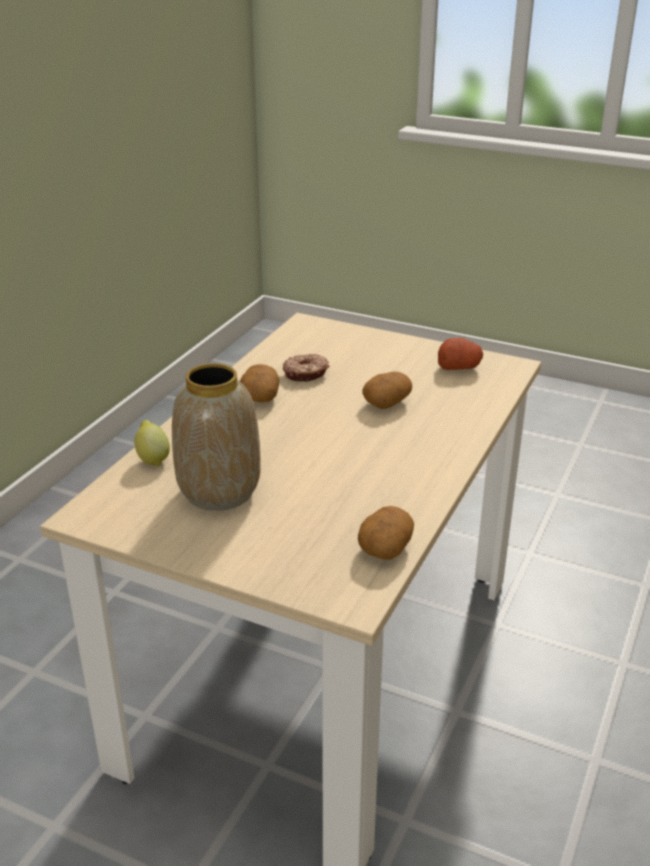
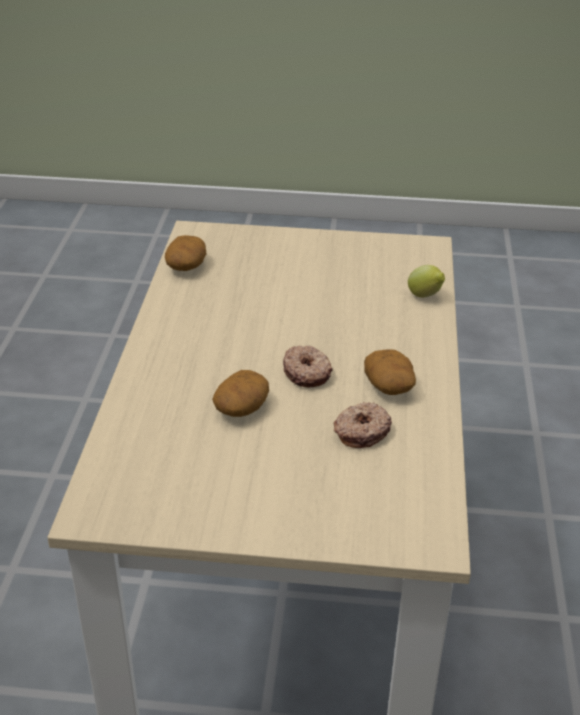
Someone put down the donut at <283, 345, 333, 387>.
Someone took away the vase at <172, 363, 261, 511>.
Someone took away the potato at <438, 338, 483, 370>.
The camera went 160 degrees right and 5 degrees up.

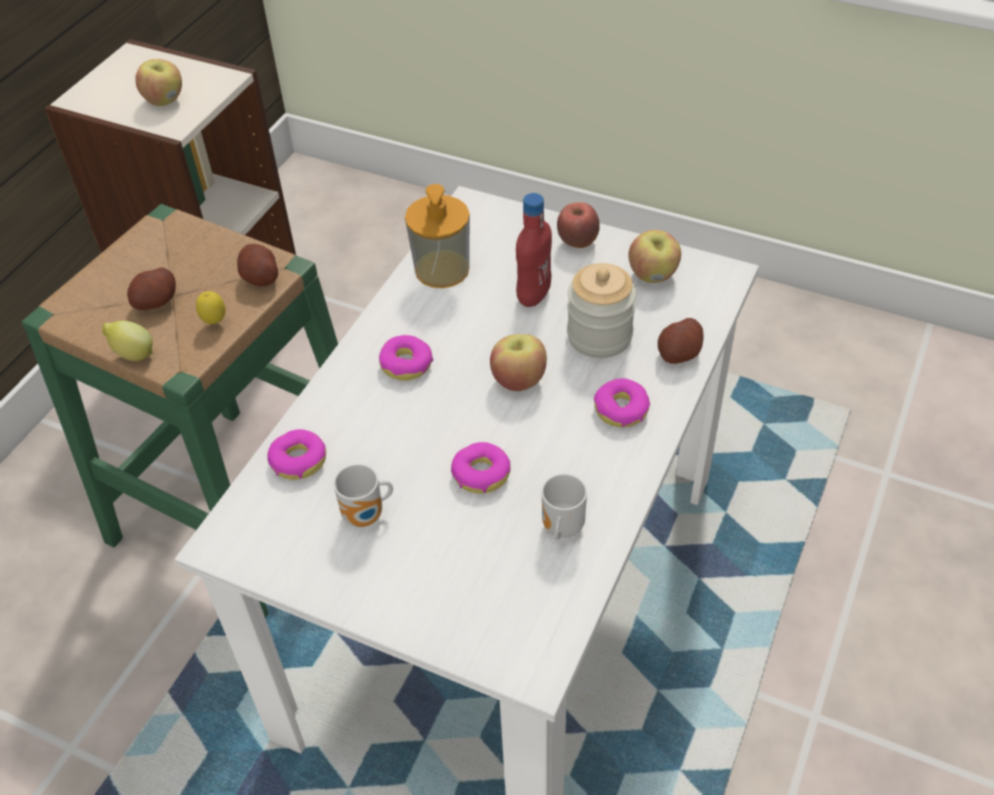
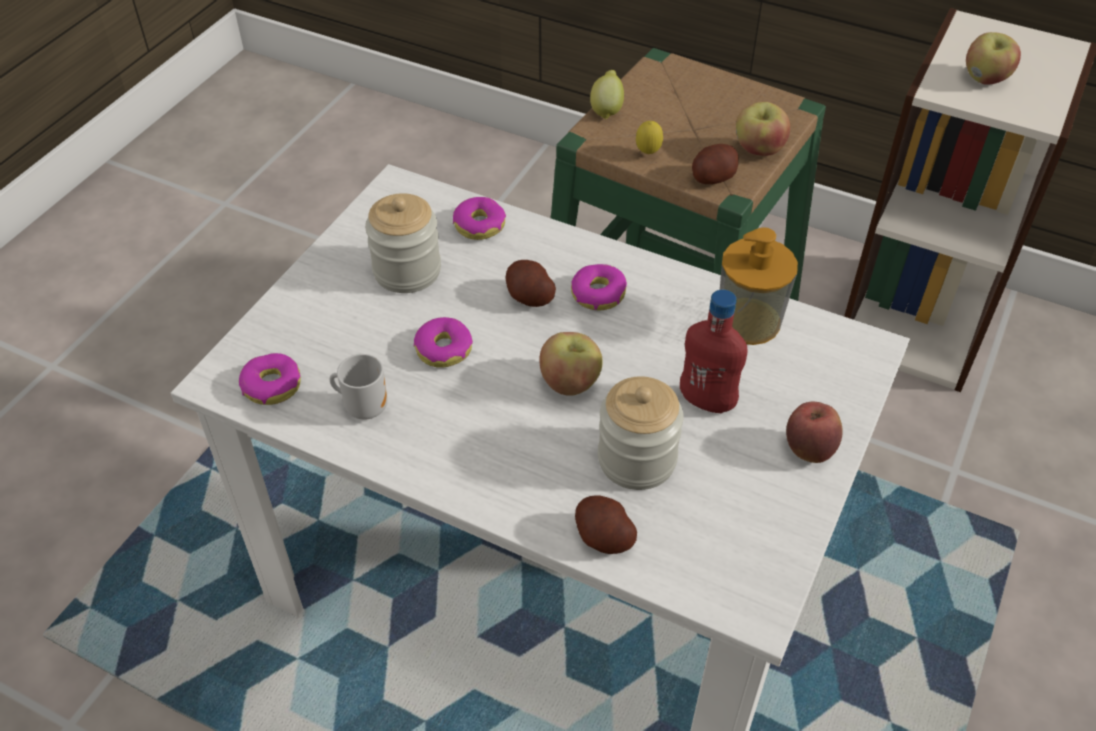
Someone carried the donut from <594, 378, 650, 427> to <239, 353, 301, 405>.
Someone swapped the mug at <334, 464, 393, 527> for the jar at <365, 193, 441, 293>.
Someone carried the potato from <127, 267, 176, 310> to <505, 260, 556, 307>.
Someone carried the apple from <628, 230, 681, 283> to <736, 102, 790, 156>.
The camera went 90 degrees right and 0 degrees up.

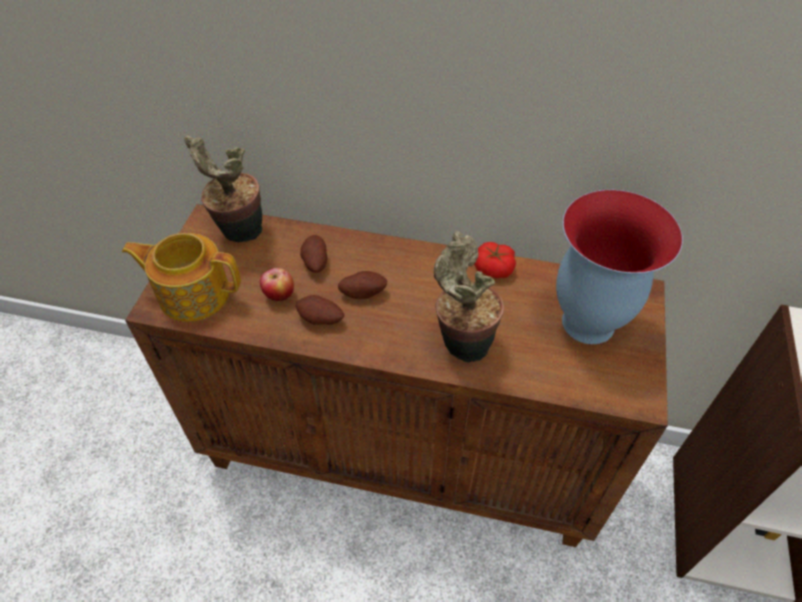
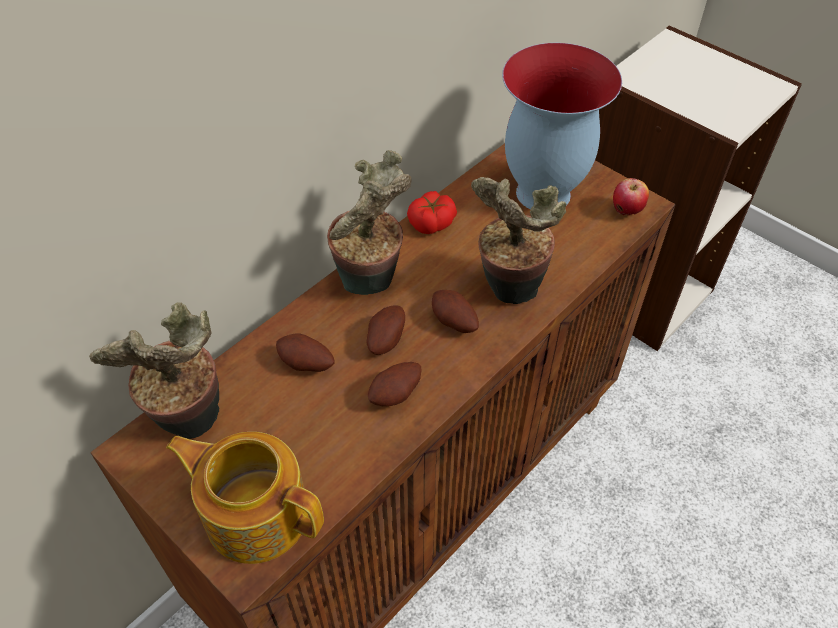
Someone rotated the teapot at <122, 233, 241, 322> by 75 degrees clockwise.
Someone put down the potted plant at <327, 150, 412, 295>.
Someone put down the potato at <432, 290, 479, 333>.
Someone carried the apple from <260, 268, 294, 301> to <613, 178, 649, 215>.
The camera went 60 degrees left and 0 degrees up.

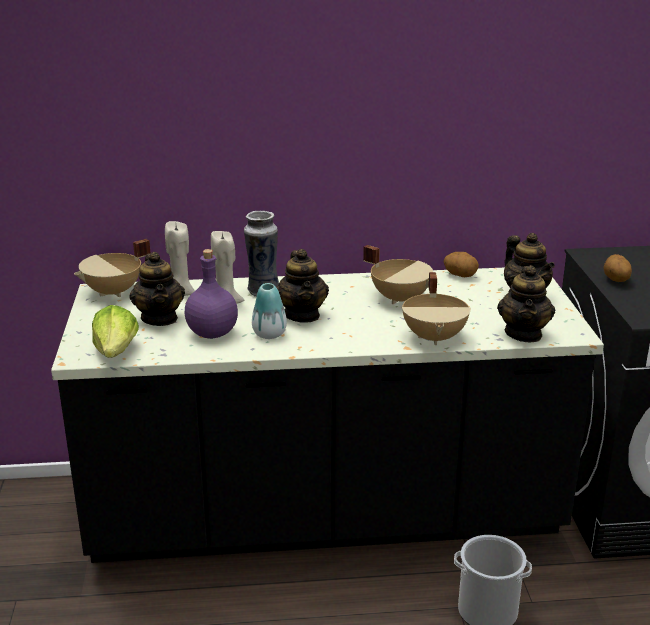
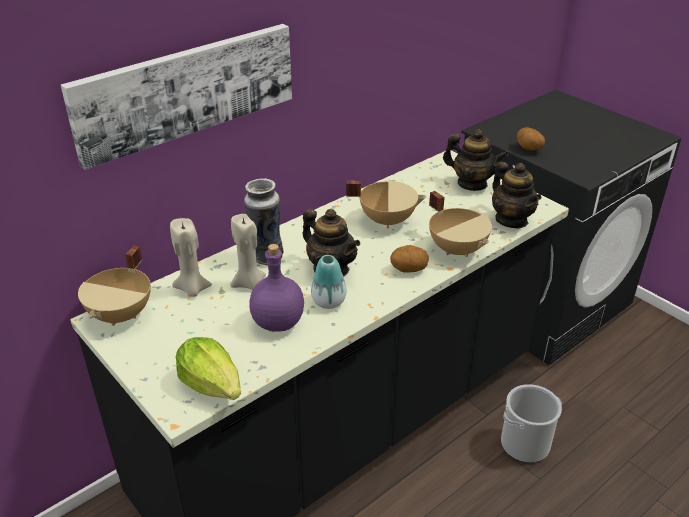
Someone put up the picture at <61, 24, 292, 170>.
Someone carried the potato from <444, 252, 479, 277> to <390, 245, 429, 273>.
Someone took away the teapot at <129, 252, 185, 326>.
The camera went 35 degrees left and 10 degrees up.

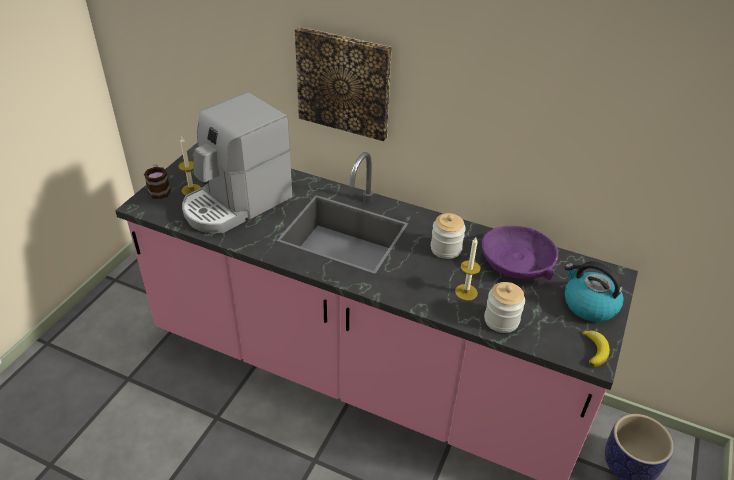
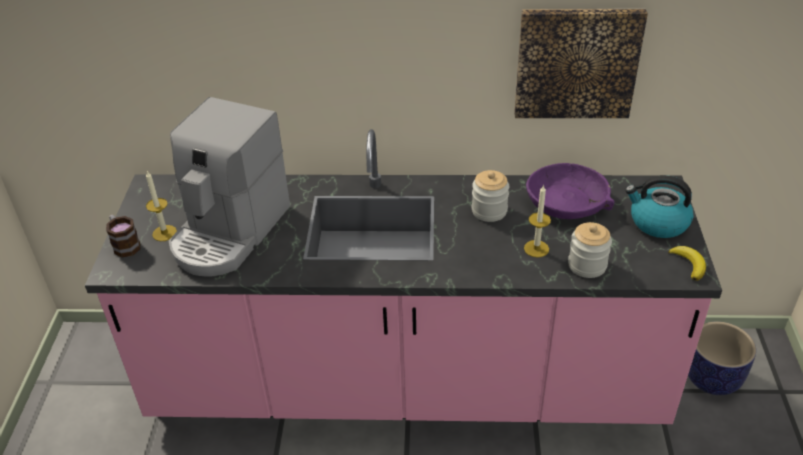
Someone carried the picture from <295, 26, 392, 141> to <514, 9, 648, 118>.
The camera went 20 degrees left and 0 degrees up.

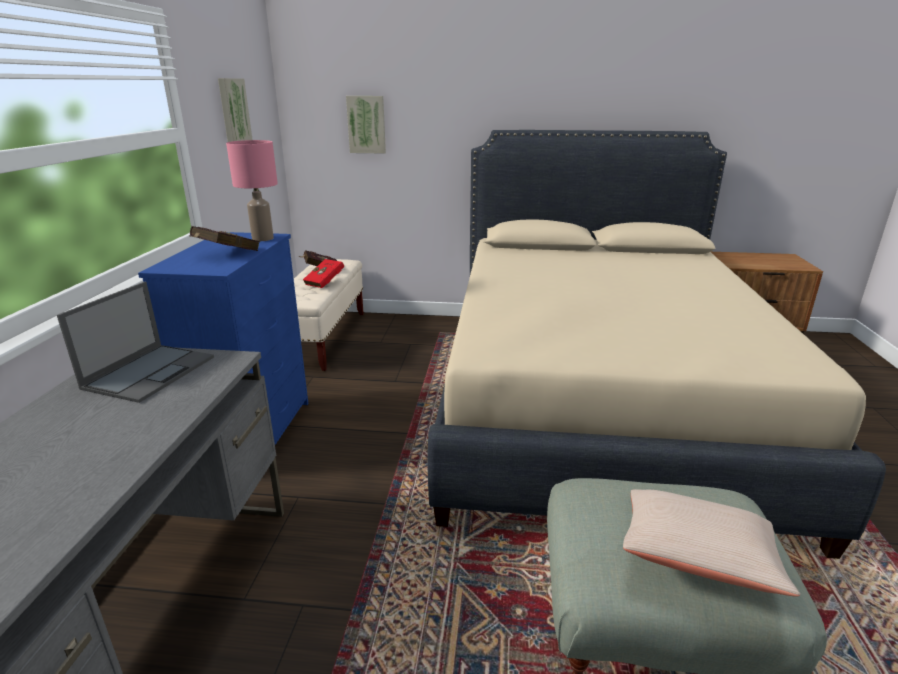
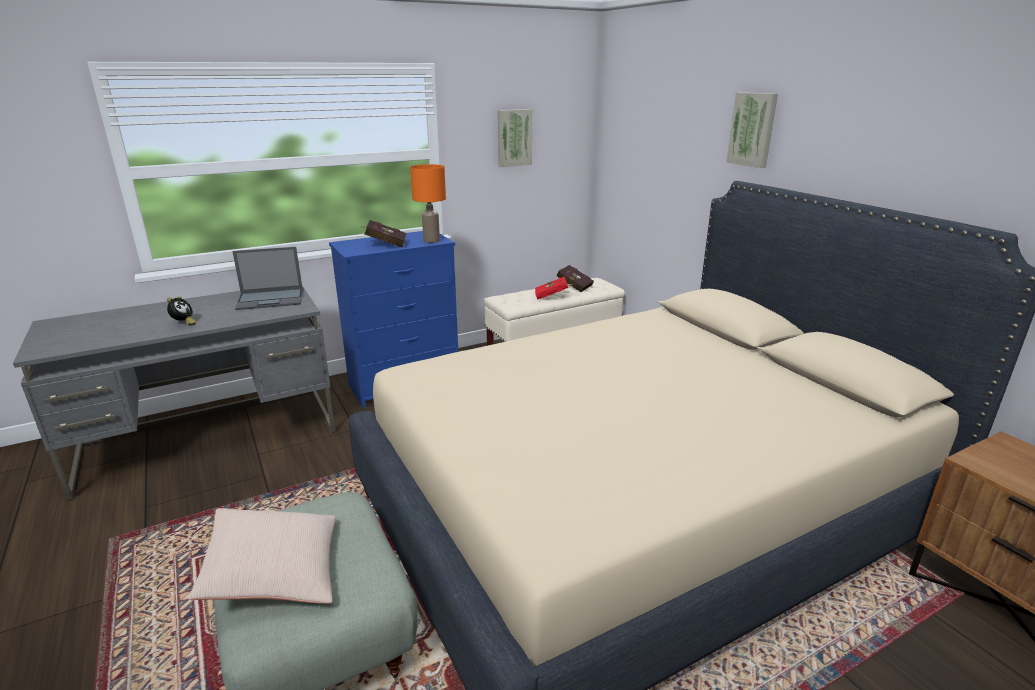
Someone put down the alarm clock at <167, 297, 196, 325>.
Someone repainted the pink table lamp at <226, 140, 278, 241>, which became the orange table lamp at <410, 164, 446, 243>.
Someone carried the picture from <346, 96, 386, 154> to <727, 92, 778, 168>.
The camera went 55 degrees right and 0 degrees up.

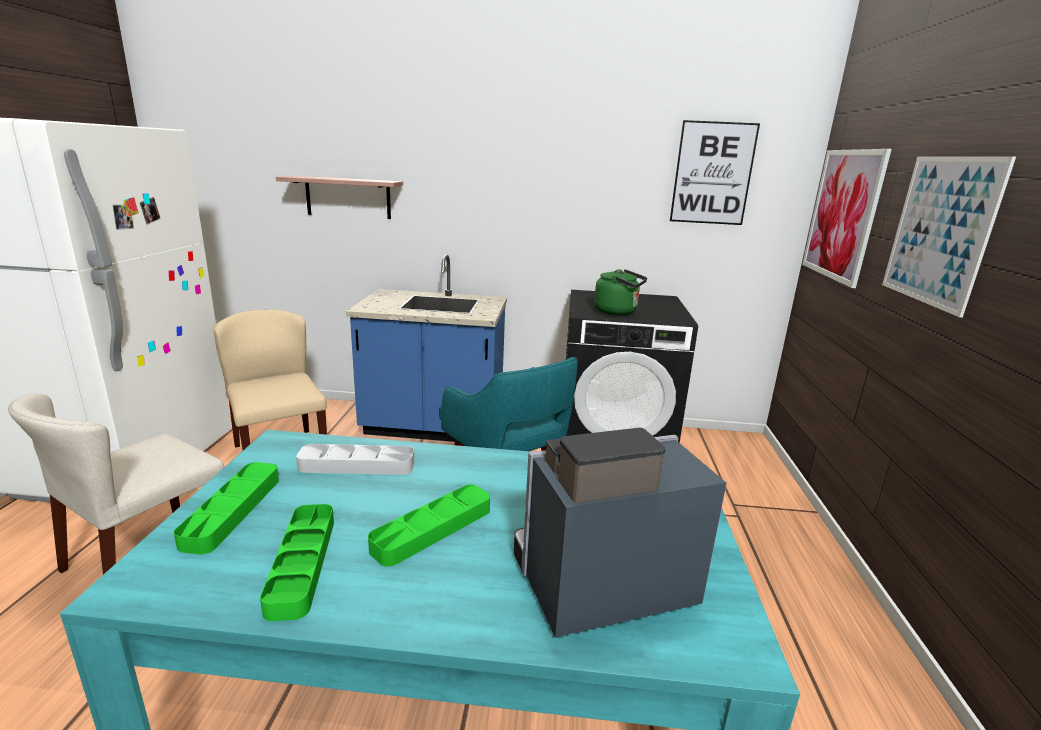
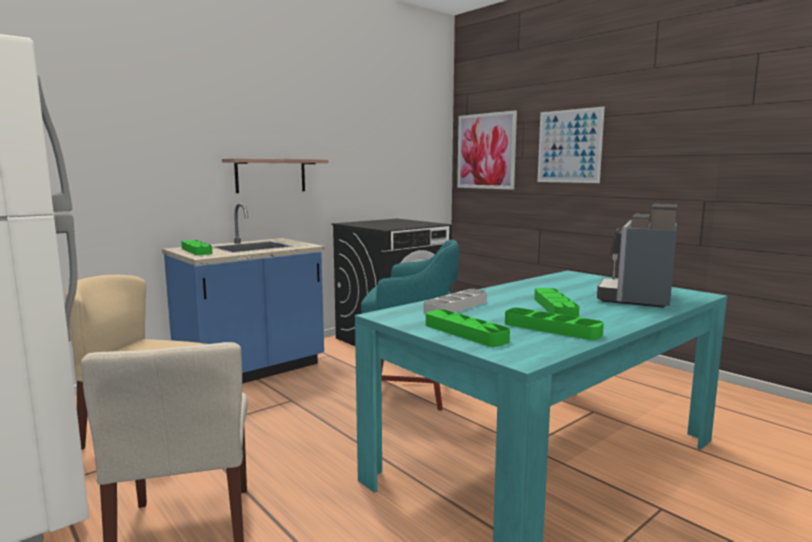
Someone put down the green tray at <181, 240, 213, 255>.
Someone carried the shelf from <276, 176, 403, 219> to <222, 158, 329, 193>.
Someone took away the green kettle at <594, 269, 647, 315>.
Someone took away the picture at <670, 120, 760, 225>.
The camera went 45 degrees left and 10 degrees down.

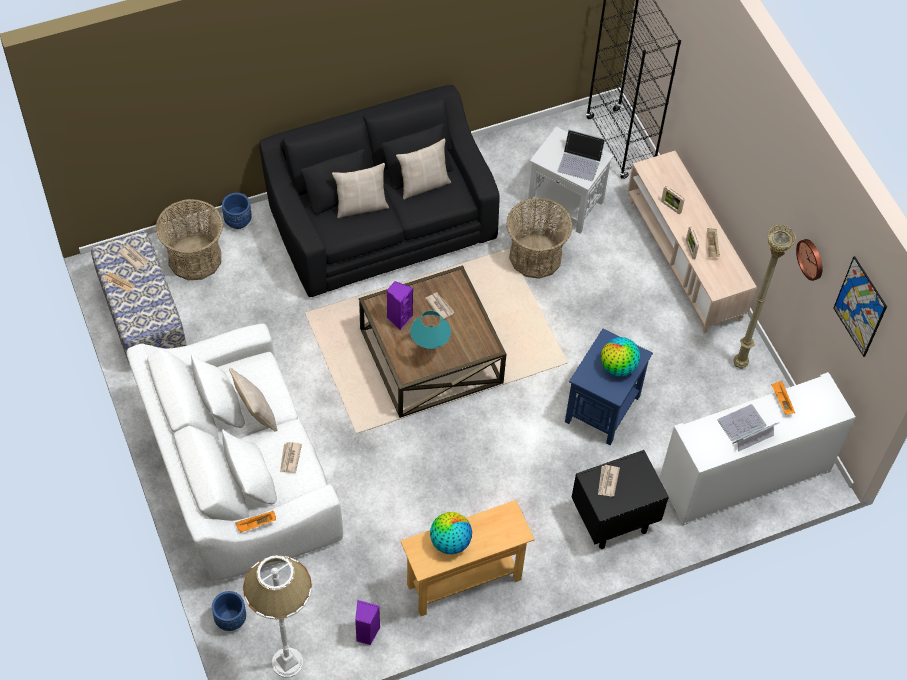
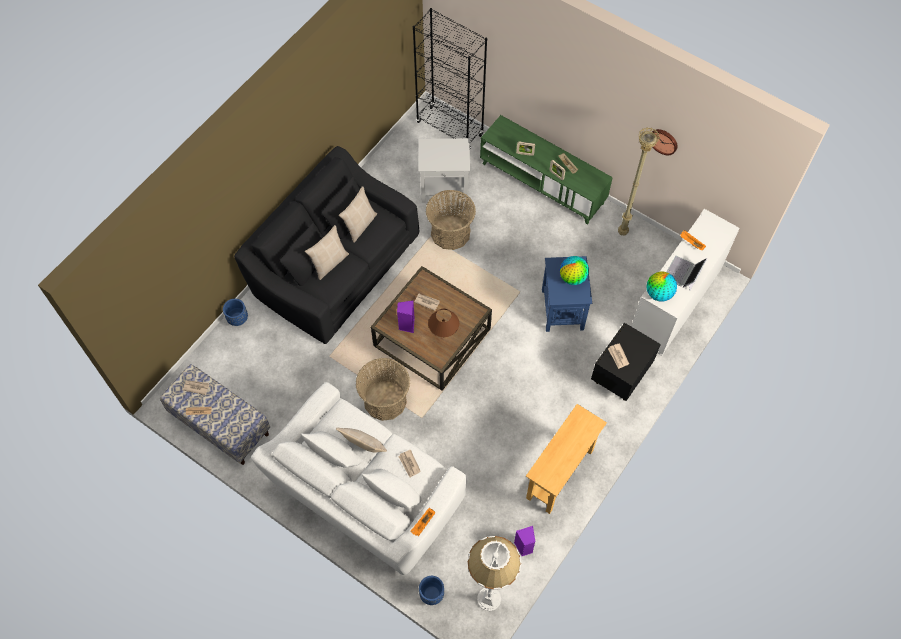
Someone carried the basket from <156, 199, 223, 280> to <356, 358, 410, 421>.
Someone repainted the turquoise table lamp at <410, 311, 451, 349>, which became the brown table lamp at <428, 308, 459, 337>.
Someone repainted the beige tv stand at <628, 151, 757, 333>, which became the green tv stand at <480, 115, 613, 225>.
Someone carried the globe from <430, 512, 472, 554> to <647, 272, 677, 302>.
Someone took away the laptop at <557, 130, 605, 181>.
Someone took away the picture at <833, 256, 887, 357>.
The camera went 30 degrees left and 5 degrees up.

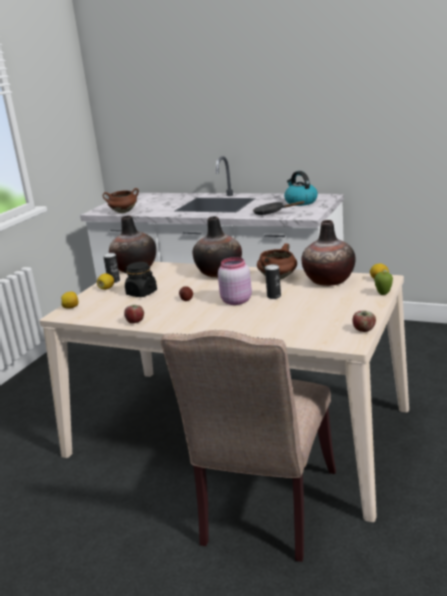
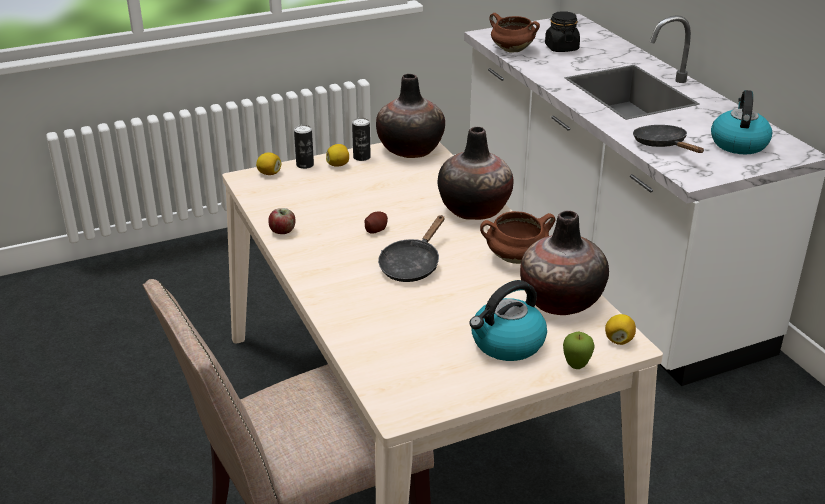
Someone carried the can from <265, 264, 281, 299> to <294, 125, 314, 169>.
Someone swapped the pink jar at <218, 257, 252, 305> for the black frying pan at <378, 215, 444, 282>.
Someone put down the kettle at <469, 280, 547, 361>.
Someone carried the black jar from <124, 262, 157, 297> to <545, 11, 580, 52>.
Someone took away the apple at <352, 310, 376, 332>.
The camera went 40 degrees right and 10 degrees up.

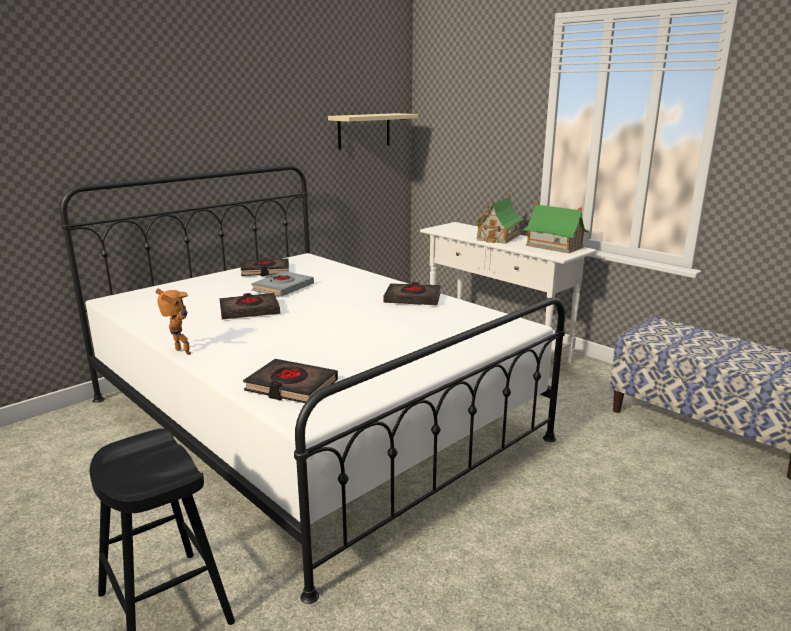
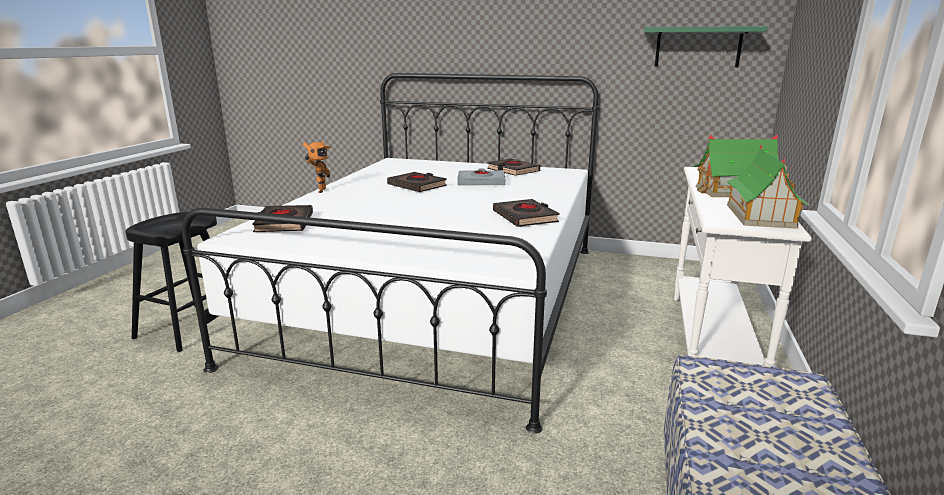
Someone repainted the beige shelf at <328, 113, 418, 150>, which became the green shelf at <644, 26, 767, 67>.
The camera went 60 degrees right and 0 degrees up.

